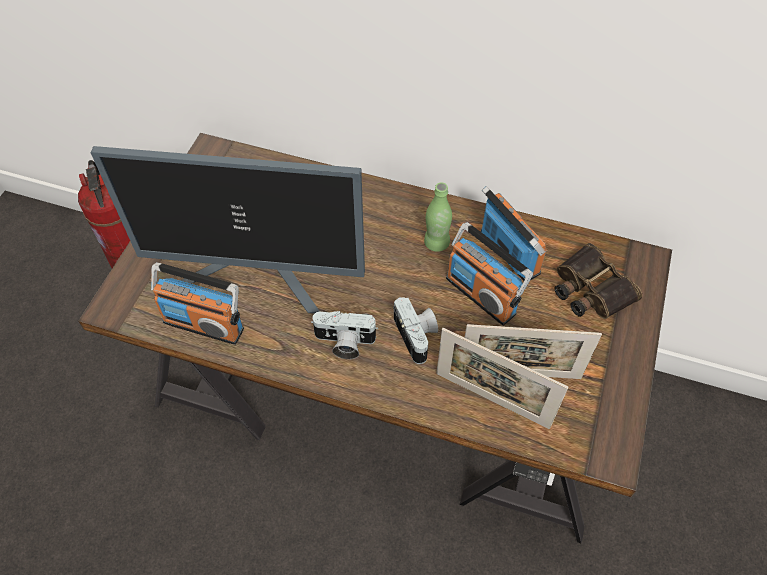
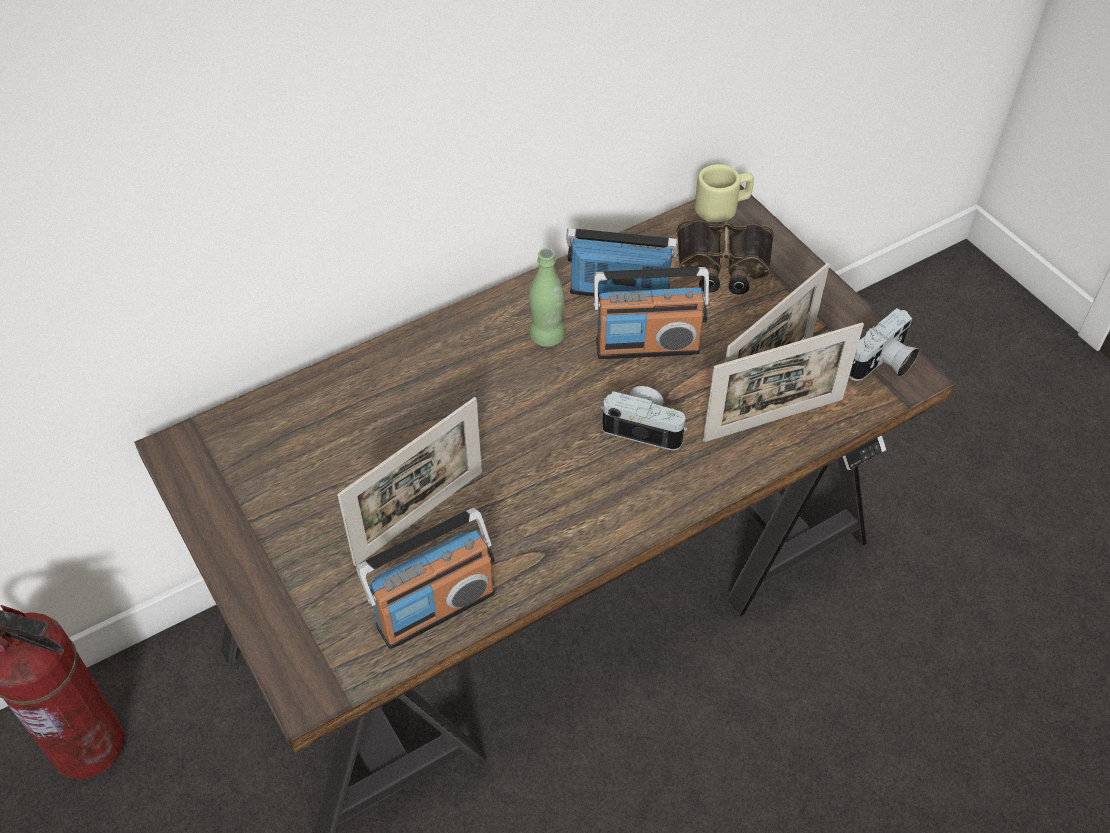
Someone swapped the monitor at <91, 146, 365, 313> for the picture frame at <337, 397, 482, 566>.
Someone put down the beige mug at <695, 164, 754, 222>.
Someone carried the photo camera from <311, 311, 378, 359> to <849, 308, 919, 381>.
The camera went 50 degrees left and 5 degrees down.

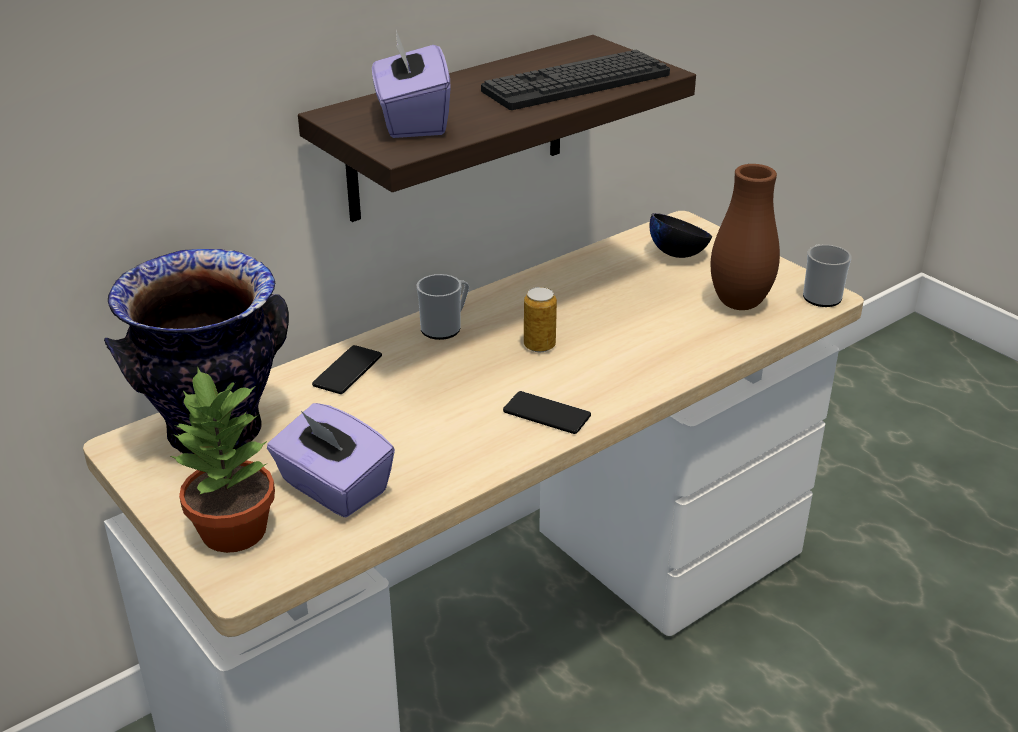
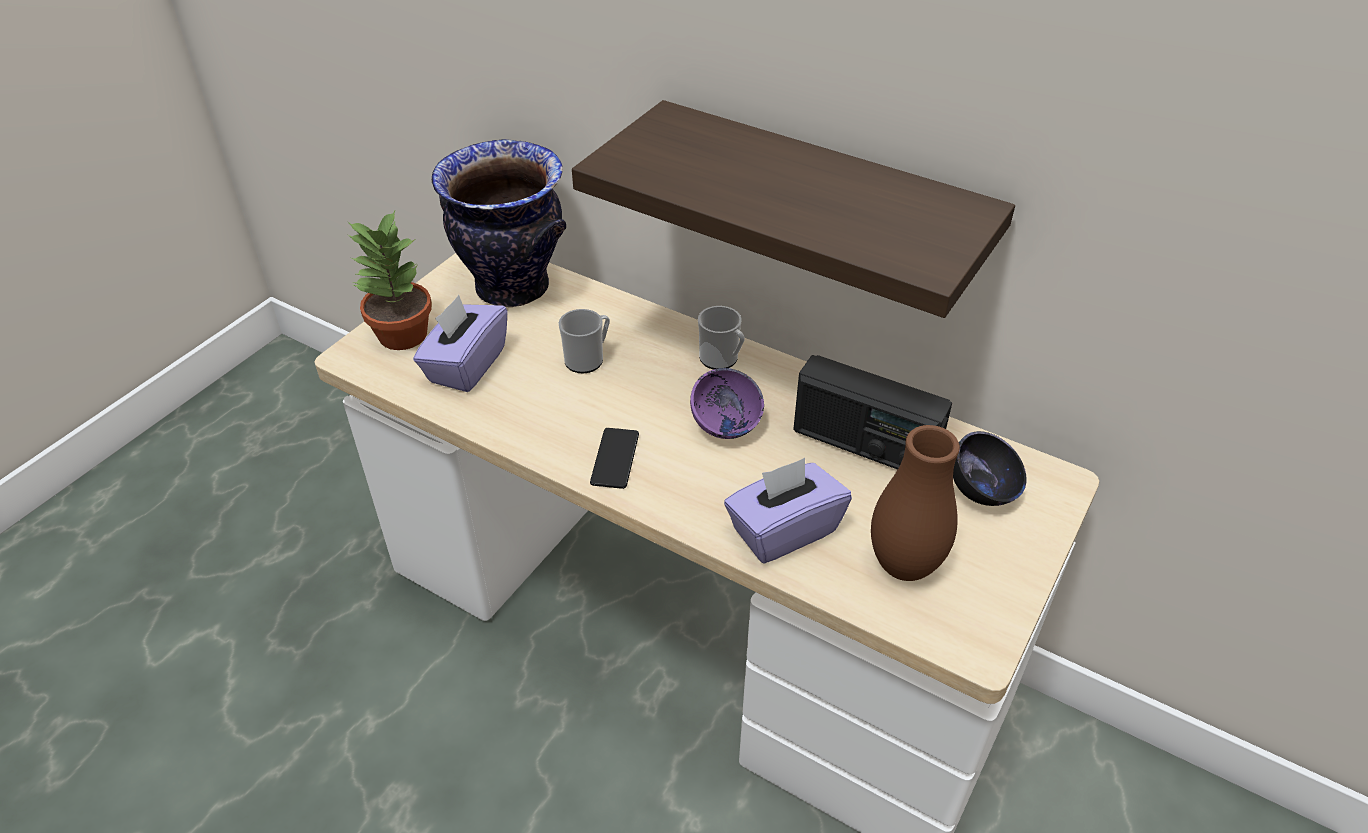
Someone carried the mug from <803, 244, 852, 307> to <559, 309, 610, 373>.
Someone swapped the can at <524, 287, 557, 352> for the purple bowl at <690, 368, 764, 439>.
Someone carried the purple tissue box from <372, 30, 451, 138> to <724, 458, 852, 564>.
Someone put down the radio at <793, 355, 952, 470>.
Someone took away the phone at <312, 345, 382, 394>.
Someone took away the keyboard at <481, 50, 670, 110>.
The camera went 70 degrees right and 10 degrees up.

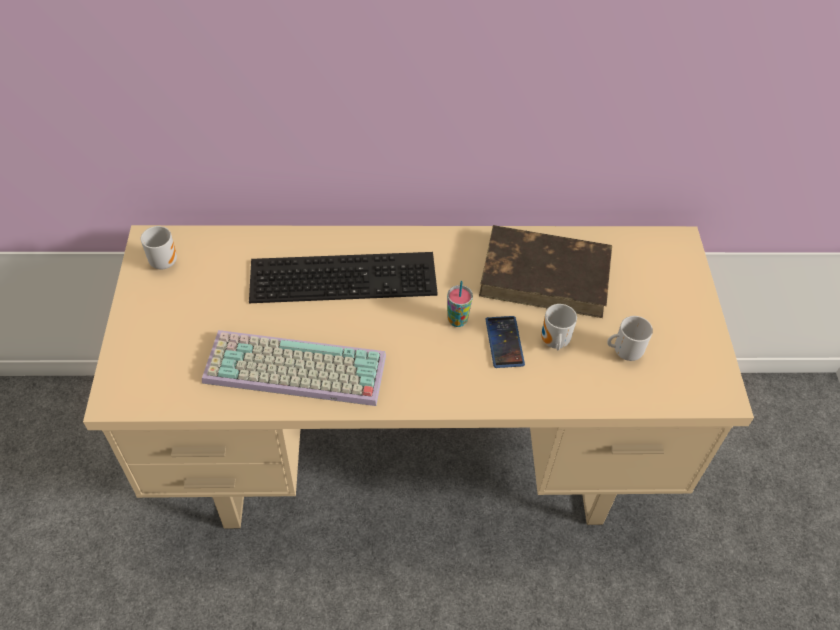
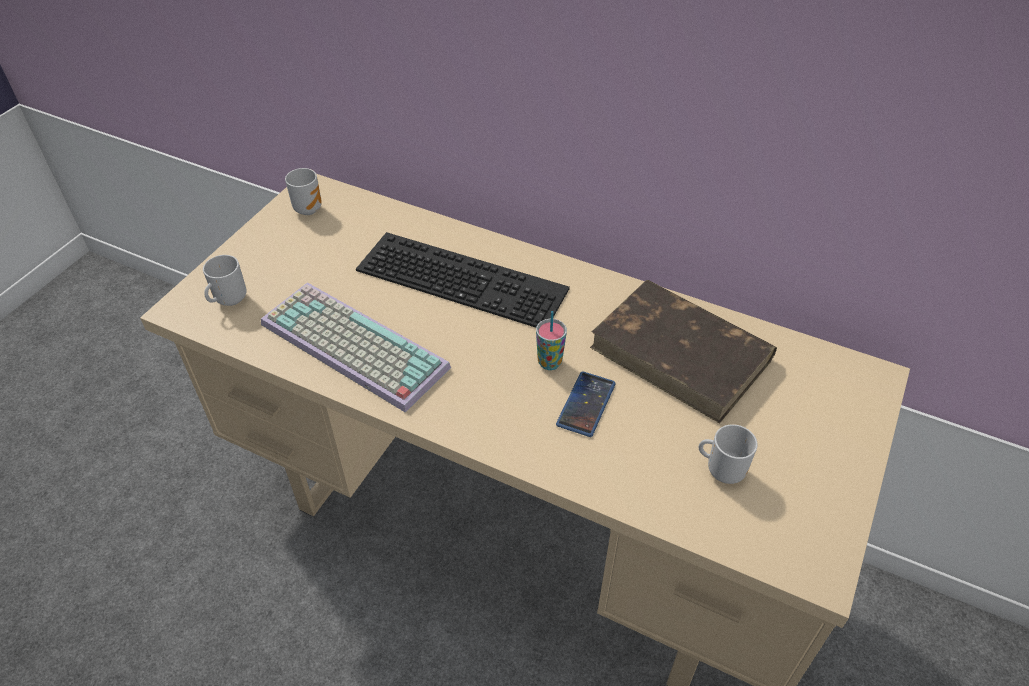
Someone carried the mug from <541, 304, 577, 350> to <203, 255, 247, 306>.
The camera went 30 degrees right and 5 degrees down.

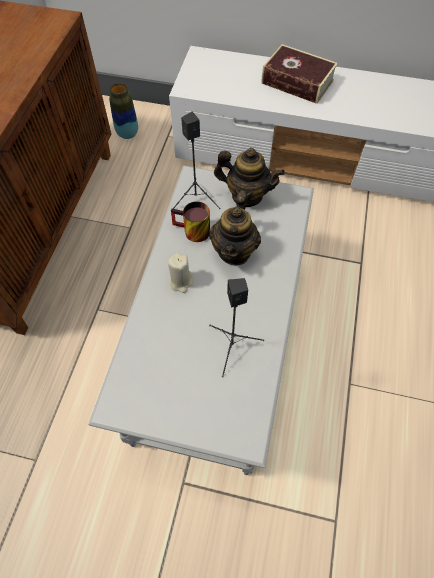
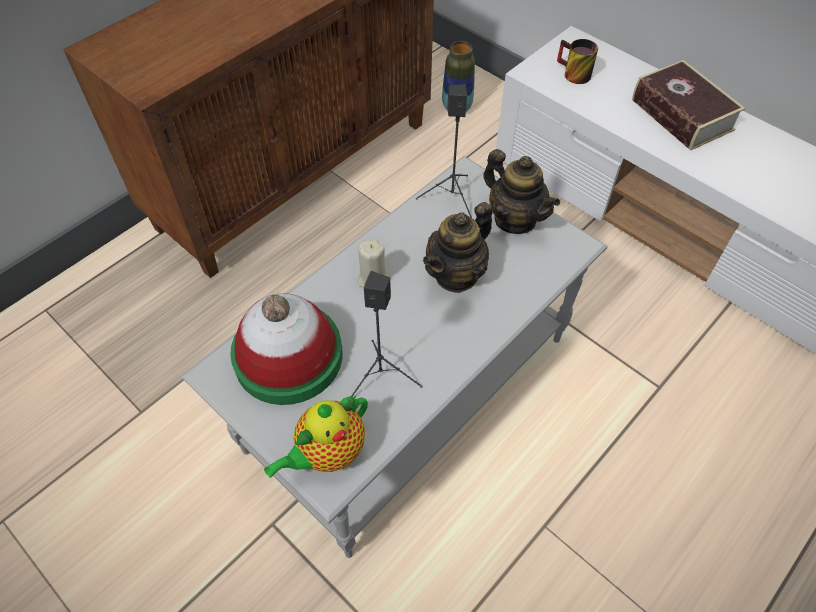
Someone put down the hat at <230, 293, 342, 405>.
Someone put down the teapot at <264, 394, 368, 478>.
Someone carried the mug from <171, 201, 210, 242> to <557, 39, 598, 84>.
The camera went 30 degrees right and 5 degrees down.

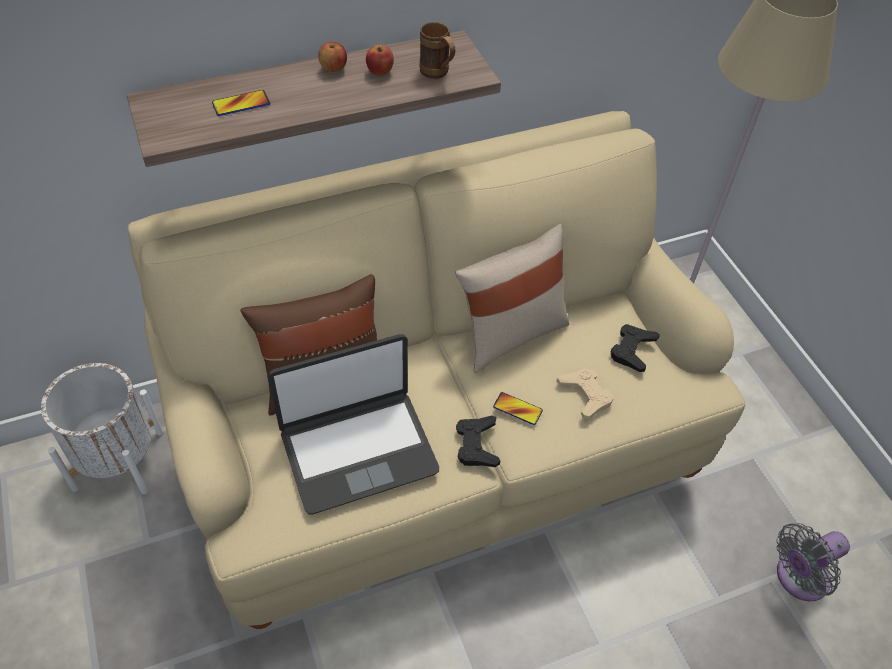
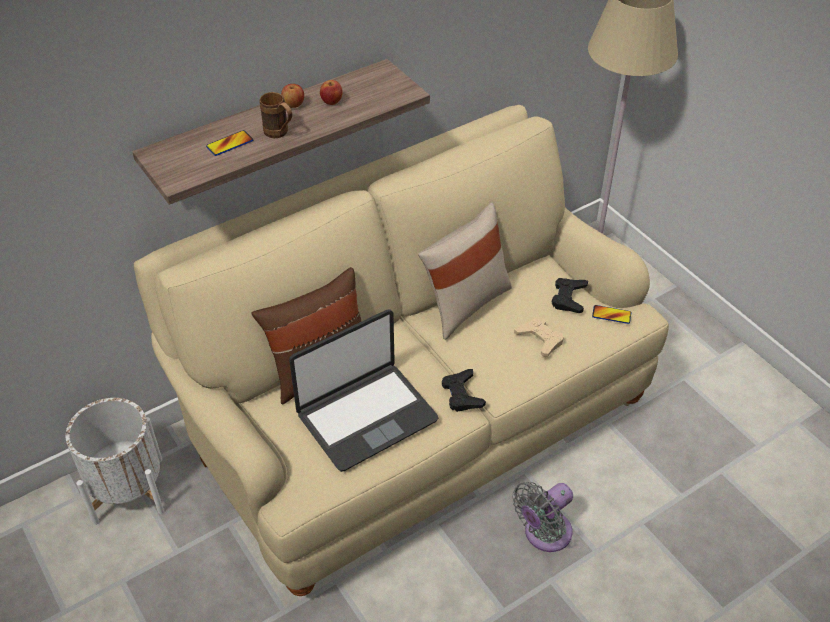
Someone carried the brown mug from <420, 22, 455, 79> to <259, 92, 292, 138>.
Someone carried the grey fan from <776, 523, 850, 602> to <512, 482, 573, 552>.
Someone carried the phone from <493, 392, 543, 425> to <592, 305, 632, 324>.
The camera went 10 degrees left and 5 degrees down.

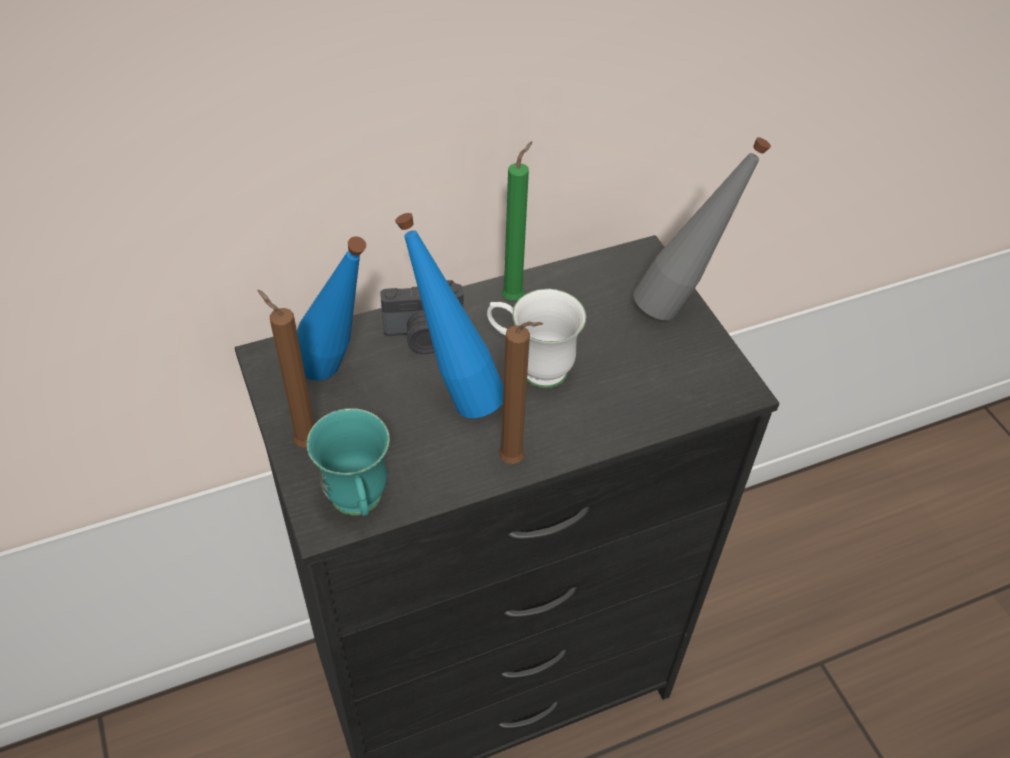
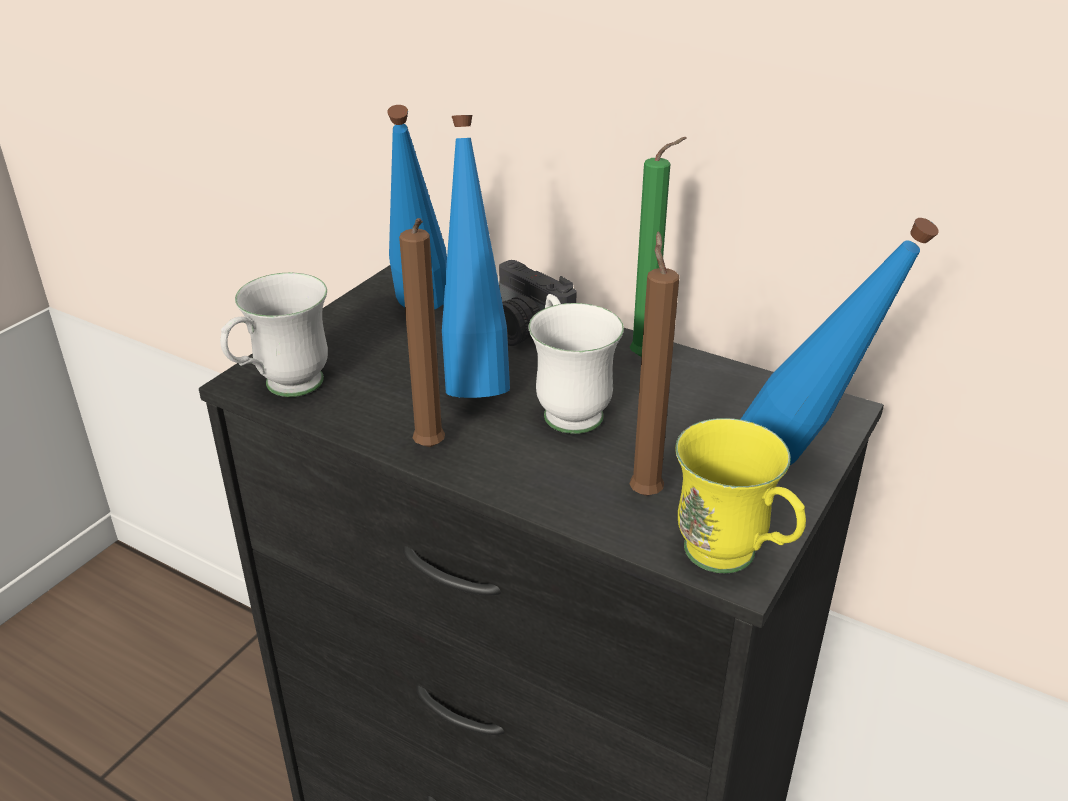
Someone repainted the turquoise mug at <307, 408, 390, 516>, which became the white mug at <220, 273, 328, 397>.
Someone carried the brown candle from <257, 290, 314, 448> to <630, 231, 680, 496>.
Someone put down the yellow mug at <675, 418, 806, 574>.
Someone repainted the grey bottle at <633, 137, 771, 320>, which became the blue bottle at <740, 218, 939, 465>.
The camera went 55 degrees right and 15 degrees down.

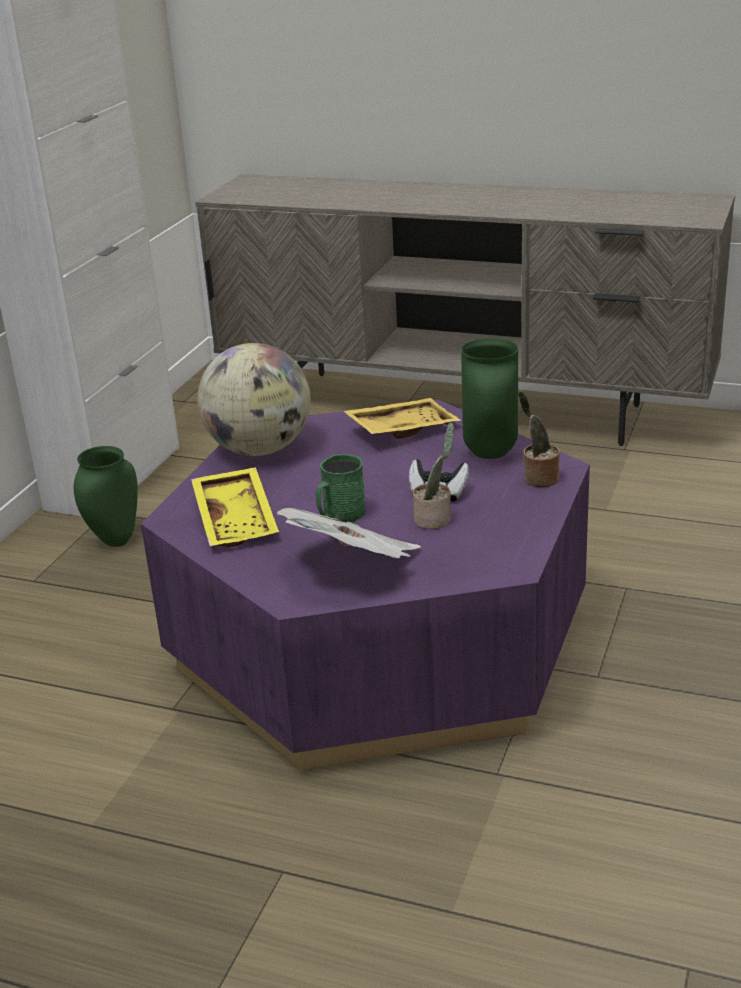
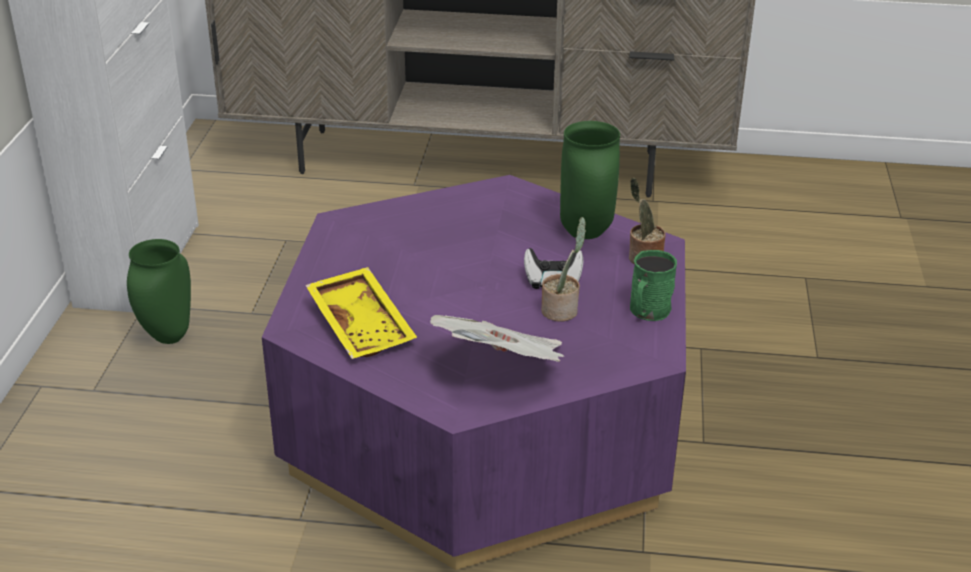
Someone carried the green mug from <316, 454, 366, 523> to <630, 250, 677, 321>.
Someone took away the globe at <197, 343, 311, 456>.
Someone took away the yellow tray at <344, 398, 462, 439>.
The camera went 15 degrees left and 5 degrees up.

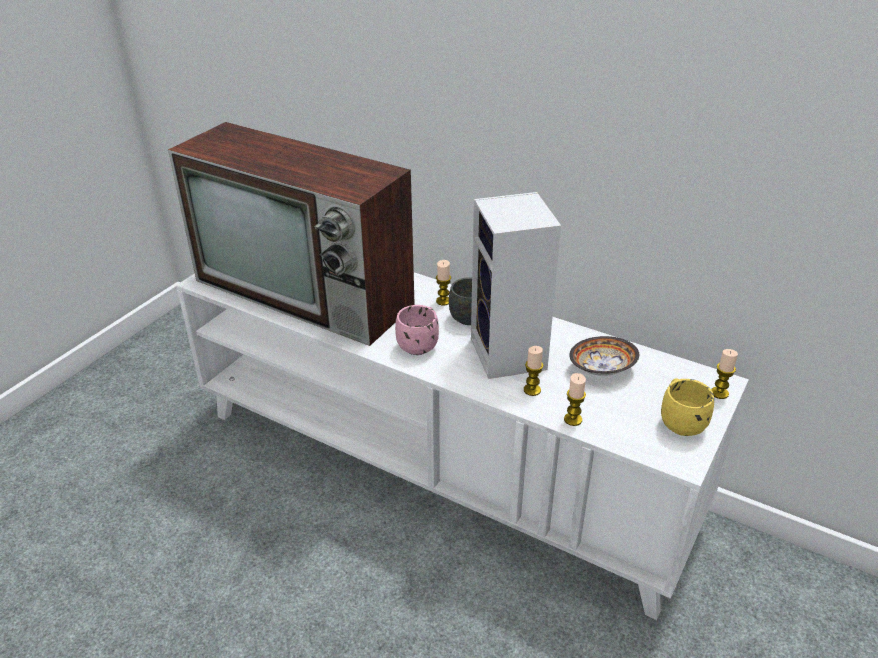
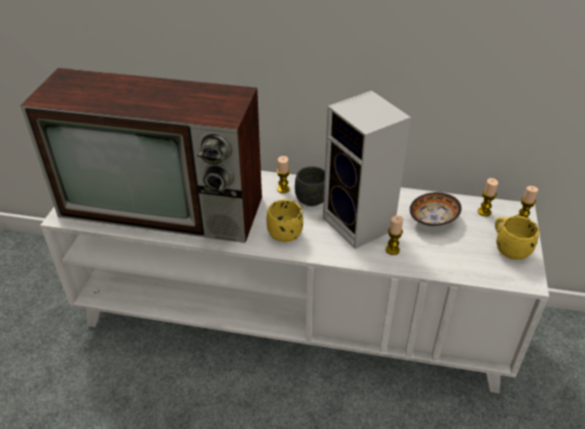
Someone repainted the pink mug at <395, 305, 439, 355>, which became the yellow mug at <266, 199, 303, 242>.
Someone carried the candle from <564, 373, 586, 426> to <478, 178, 498, 216>.
The camera went 20 degrees left and 5 degrees up.

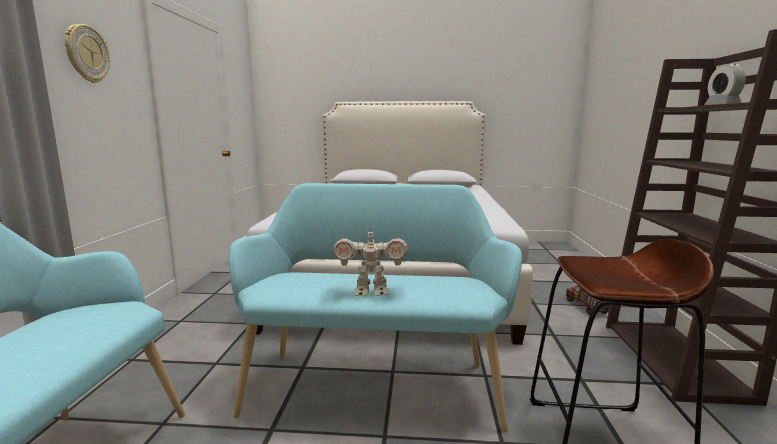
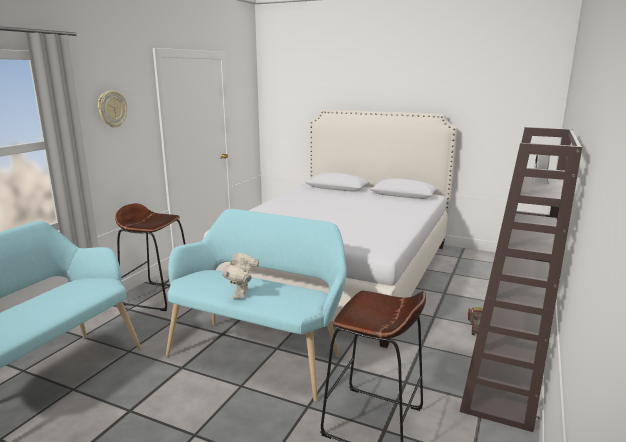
Someone put down the brown stool at <115, 203, 185, 311>.
Someone rotated the toy robot at <333, 225, 408, 296> by 75 degrees clockwise.
The camera went 20 degrees right and 5 degrees up.

